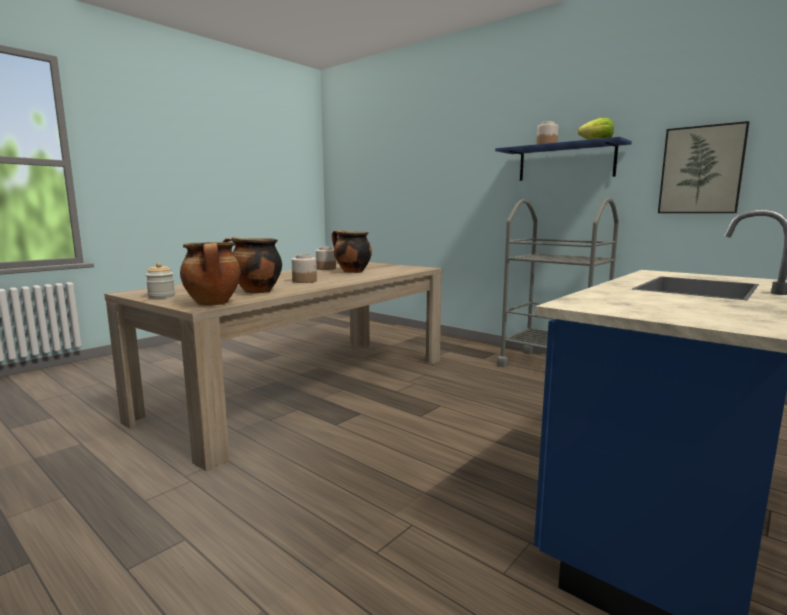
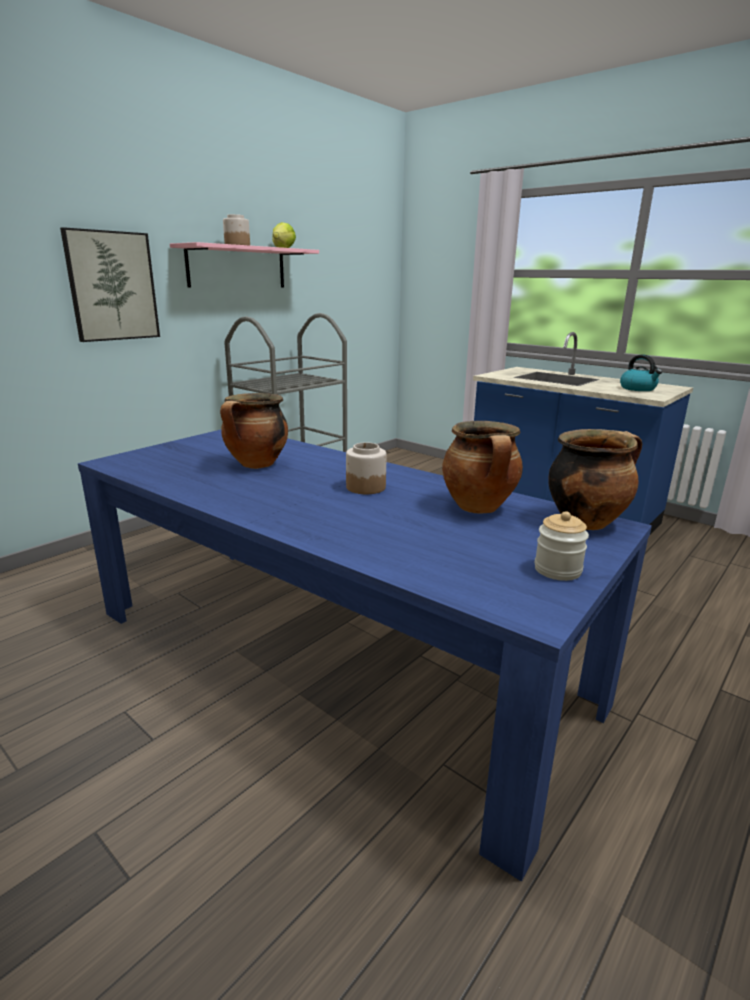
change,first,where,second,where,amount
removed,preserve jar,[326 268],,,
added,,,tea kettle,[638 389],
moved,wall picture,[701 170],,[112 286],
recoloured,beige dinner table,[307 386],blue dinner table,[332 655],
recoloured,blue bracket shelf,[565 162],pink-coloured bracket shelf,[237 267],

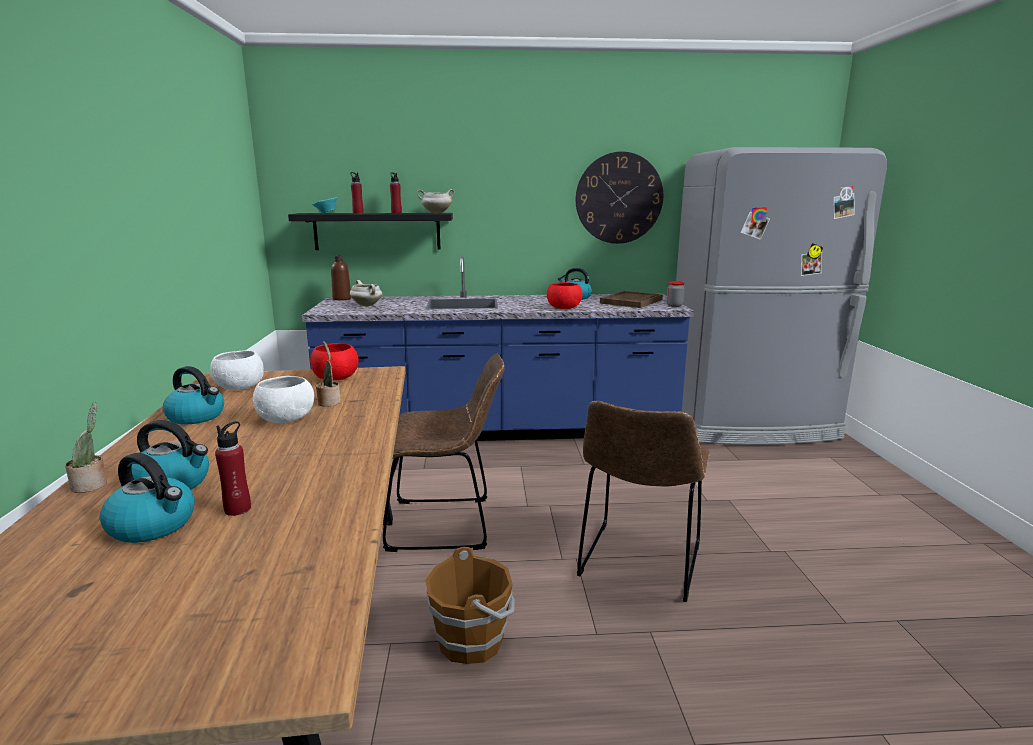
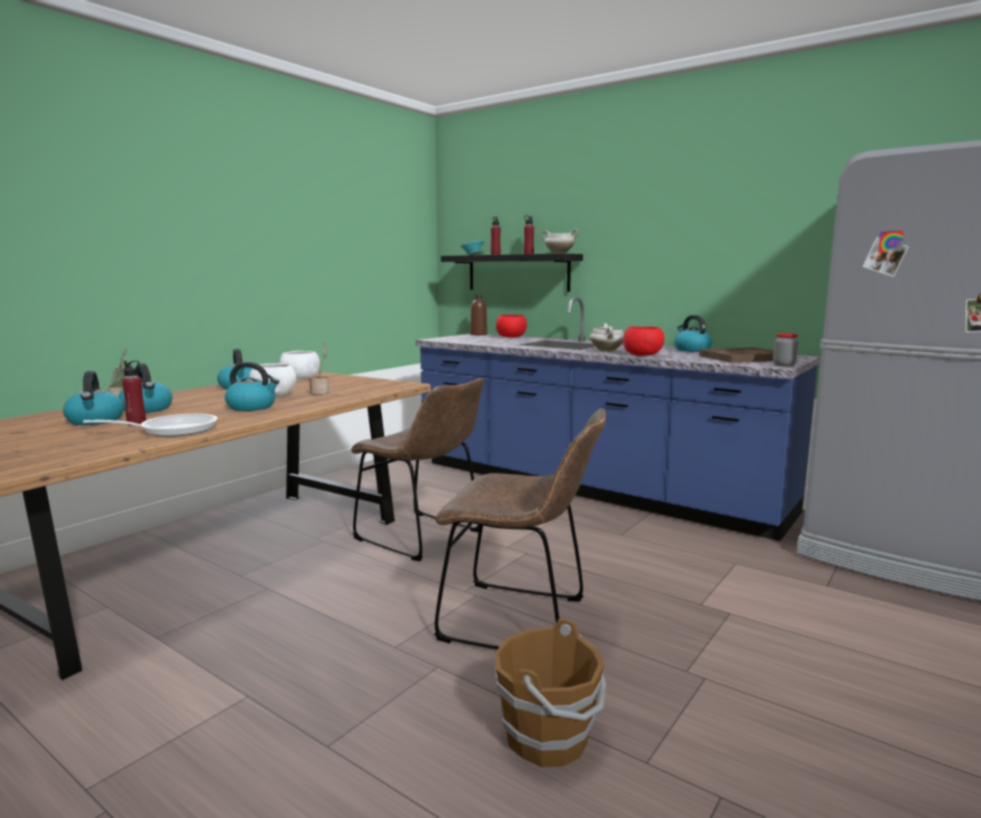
change,first,where,second,where,amount
removed,clock on the wall,[619 198],,,
added,,,pan,[172 430],
added,,,tea kettle,[252 407],
moved,red-coloured deep dish,[335 378],,[510 337],
moved,whitish saucepot,[367 305],,[607 351],
moved,brown-coloured pail,[473 640],,[549 738],
turned,brown-coloured plain chair,[639 564],,[522 621],135 degrees counterclockwise

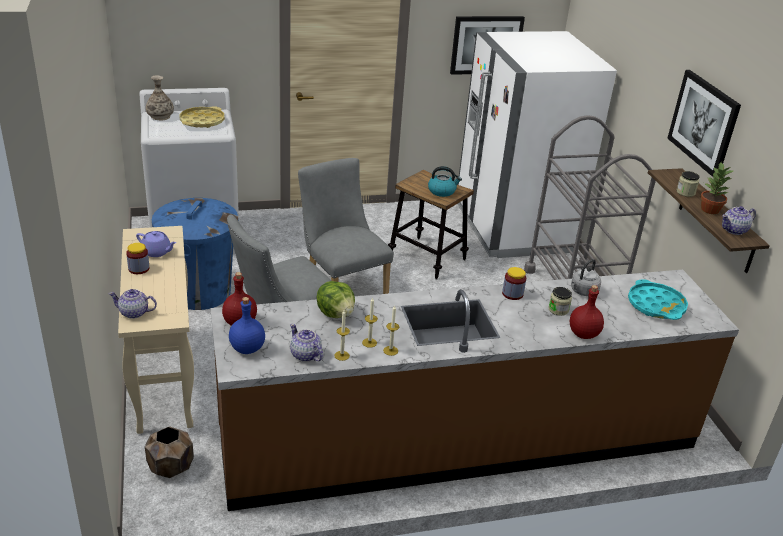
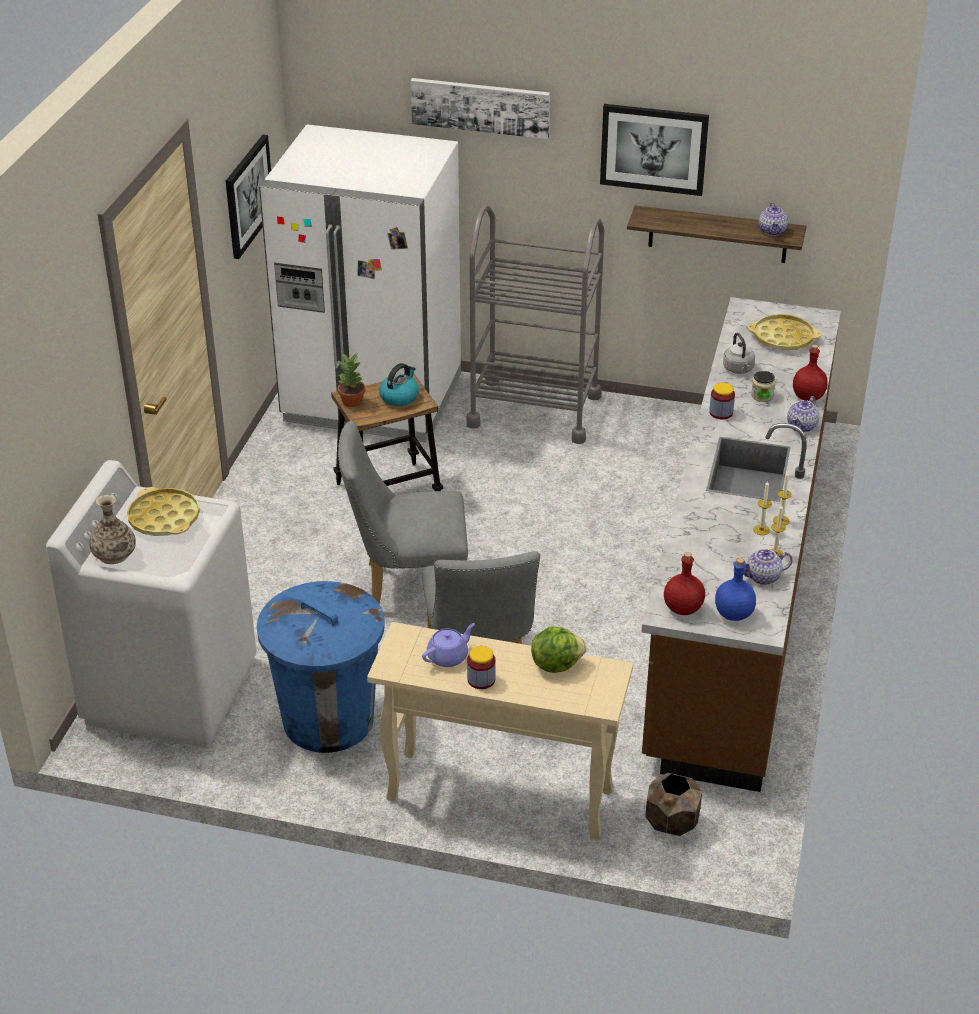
change,first,where,second,where,amount
removed,preserve jar,[685 192],,,
added,,,wall picture,[480 107],
moved,pot for tea,[134 313],,[802 426],
moved,lettuce head,[336 313],,[556 664],
moved,plant in a pot,[710 210],,[352 401],
recoloured,turquoise-coloured serving tray,[656 305],yellowish serving tray,[783 338],

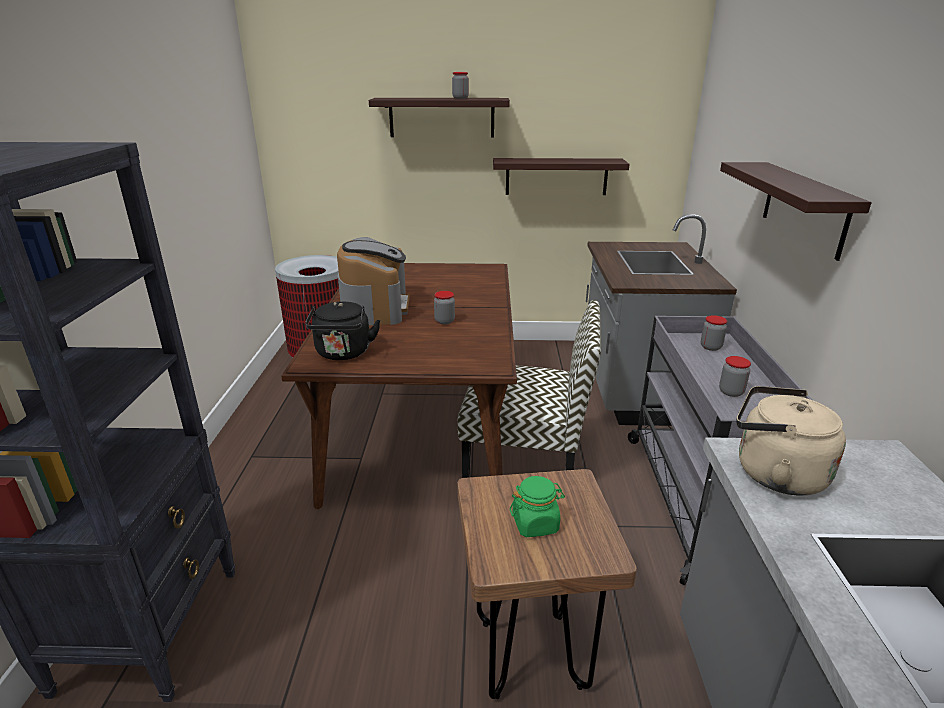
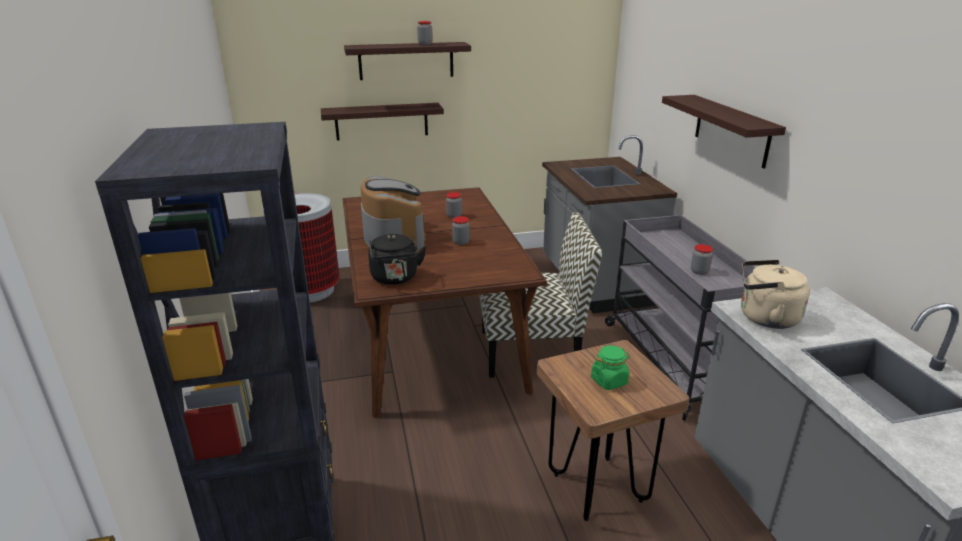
change,first,where,second,where,amount
moved,bracket shelf,[556 176],,[381 121],
moved,preserve jar,[710 347],,[454 216],

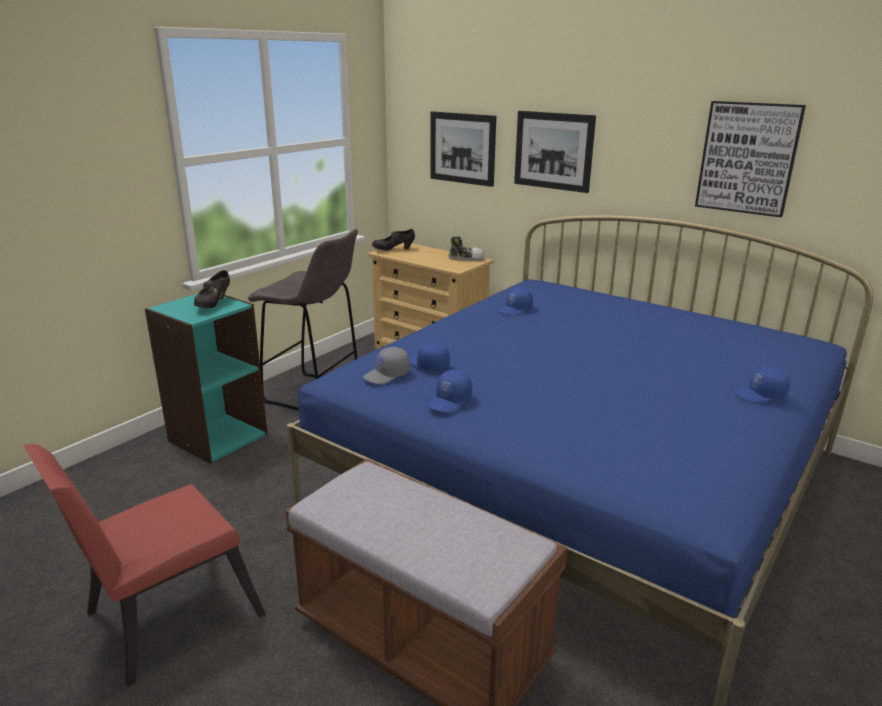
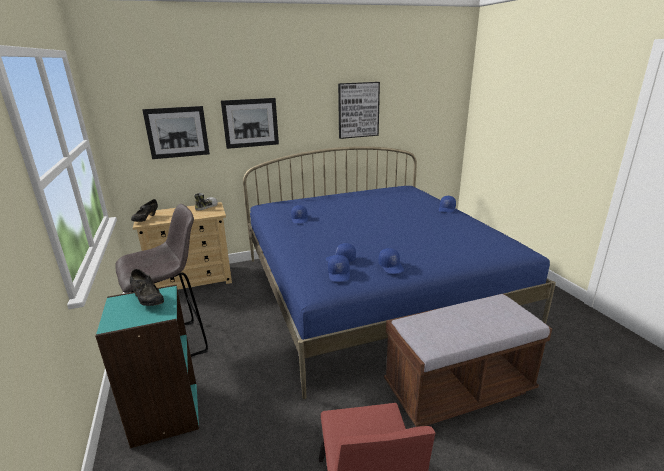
change,first,where,second,where,amount
recoloured,greyish peaked cap,[387 375],blue peaked cap,[339 274],

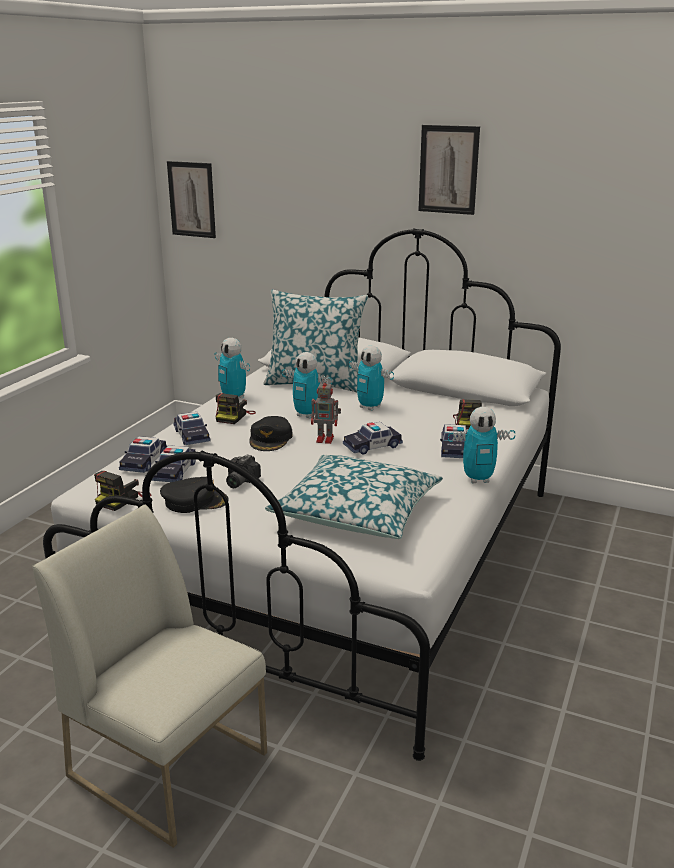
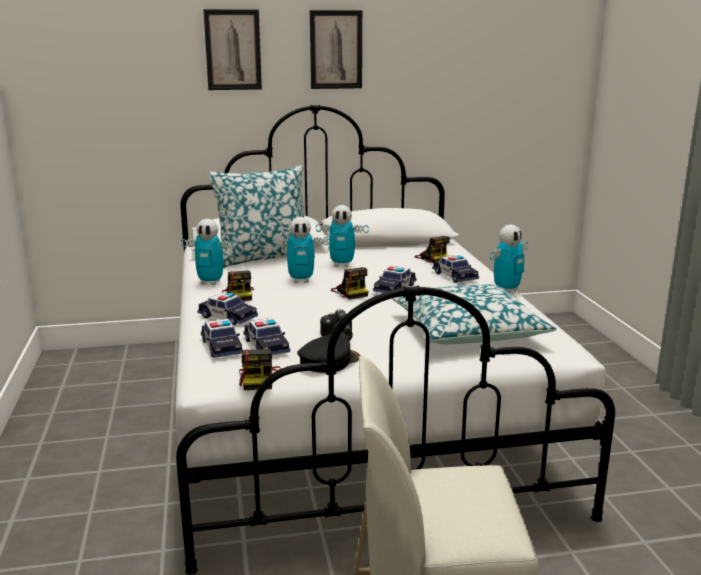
change,first,where,second,where,amount
removed,blackish peaked cap,[271 439],,,
moved,wall picture,[192 199],,[233 50],
replaced,toy robot,[326 439],still camera,[350 292],

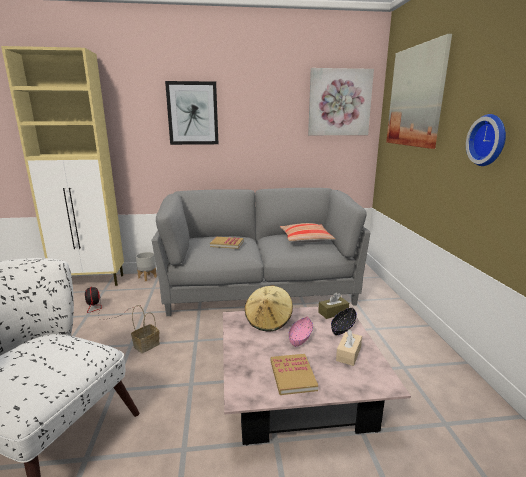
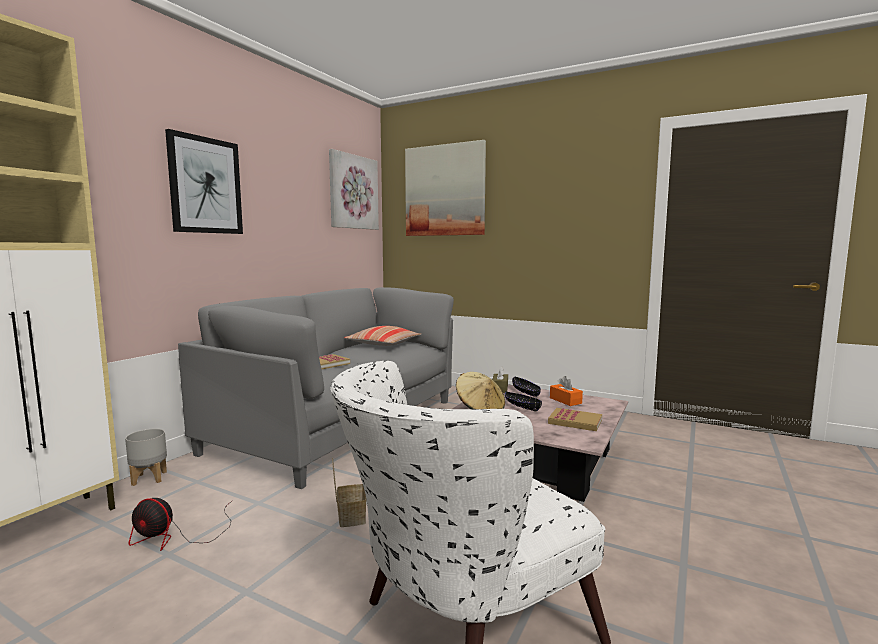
change,first,where,second,where,amount
removed,clock on the wall,[489 140],,,
recoloured,pink-coloured deep dish,[300 336],blackish deep dish,[522 406],
recoloured,beige tissue box,[348 354],orange-coloured tissue box,[565 400],

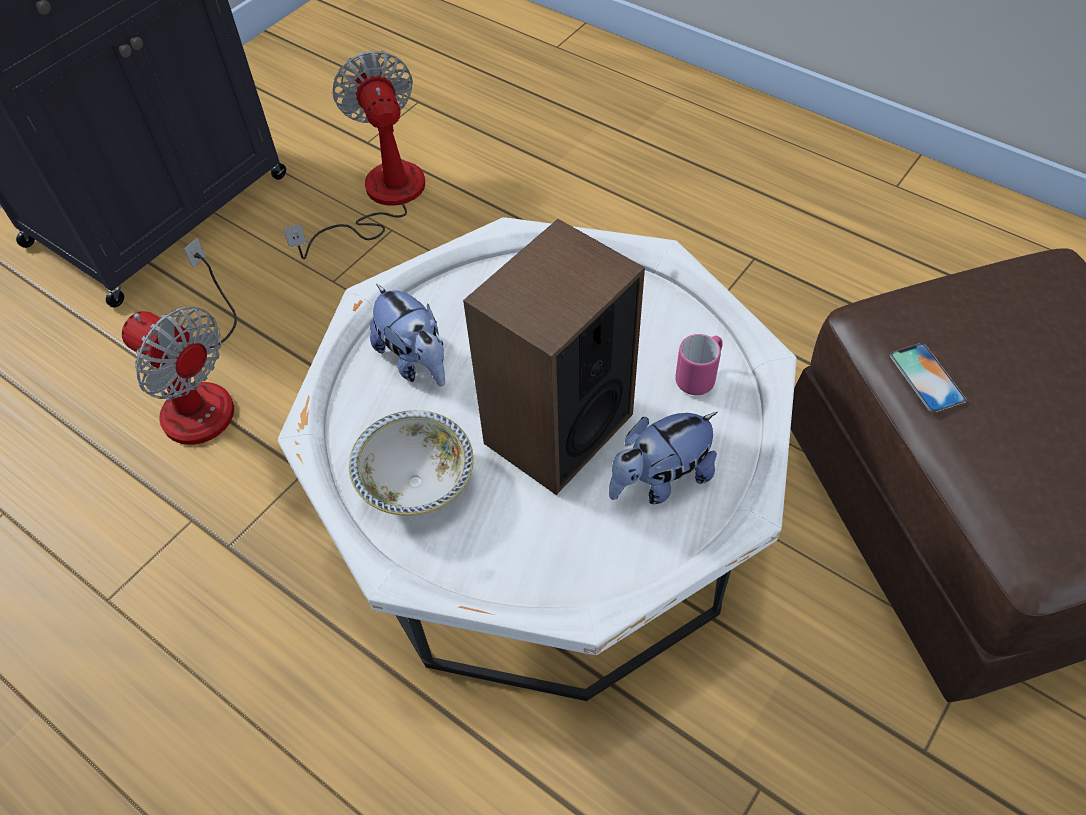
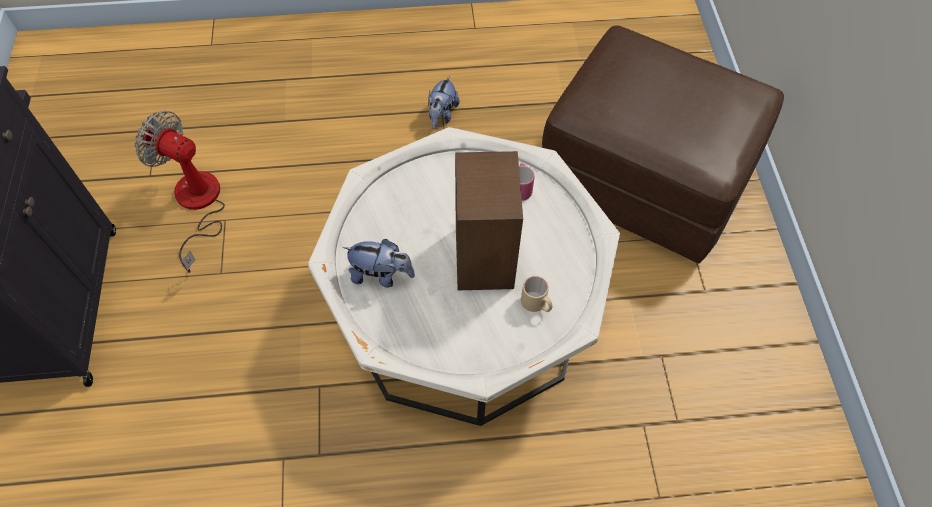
change,first,where,second,where,amount
removed,fan,[202 391],,,
removed,deep dish,[416 482],,,
removed,telephone,[926 377],,,
added,,,beige coffee mug,[536 305],
moved,plush toy,[660 480],,[442 115],

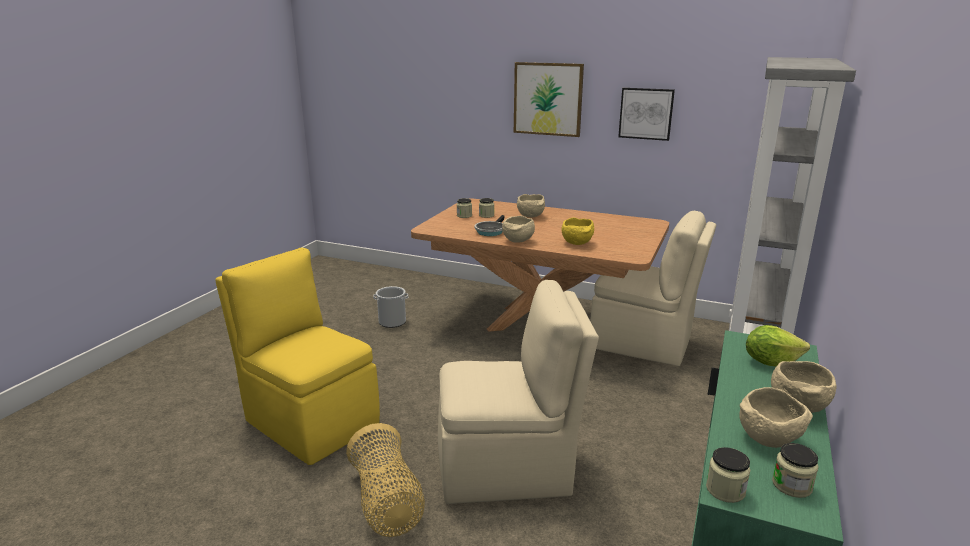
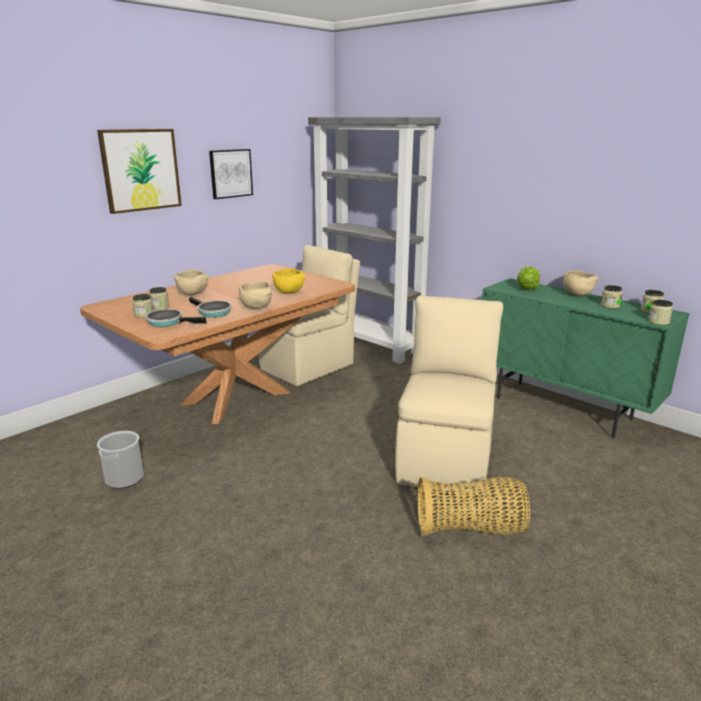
change,first,where,second,where,amount
removed,yellowish plain chair,[310 421],,,
added,,,pan,[168 322],
replaced,beige deep dish,[769 439],preserve jar,[610 305],

